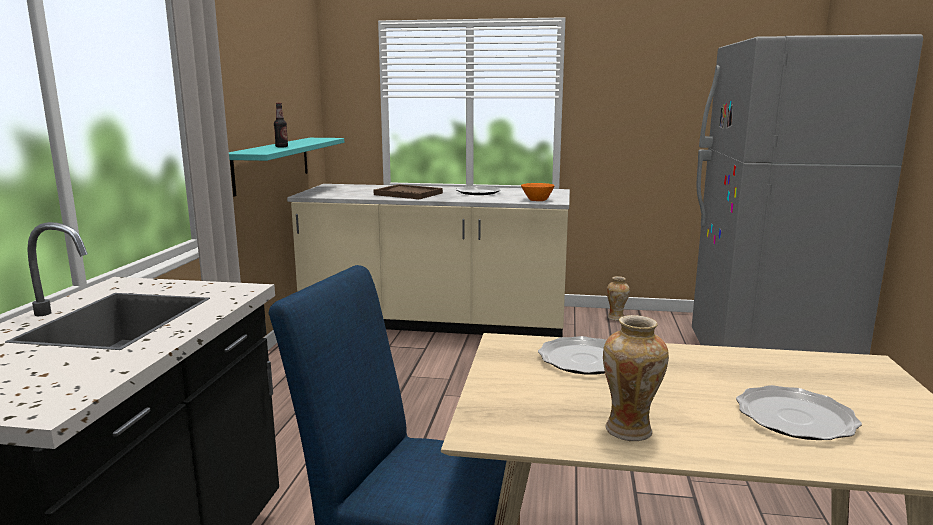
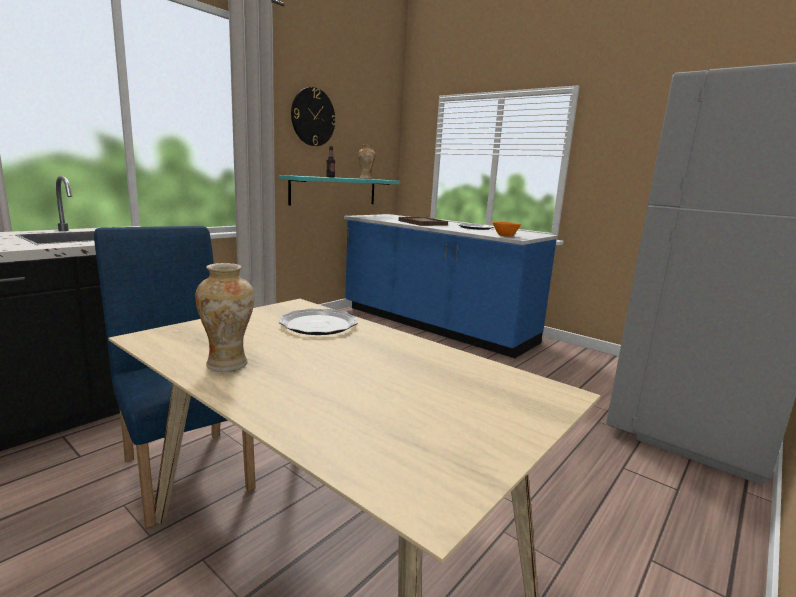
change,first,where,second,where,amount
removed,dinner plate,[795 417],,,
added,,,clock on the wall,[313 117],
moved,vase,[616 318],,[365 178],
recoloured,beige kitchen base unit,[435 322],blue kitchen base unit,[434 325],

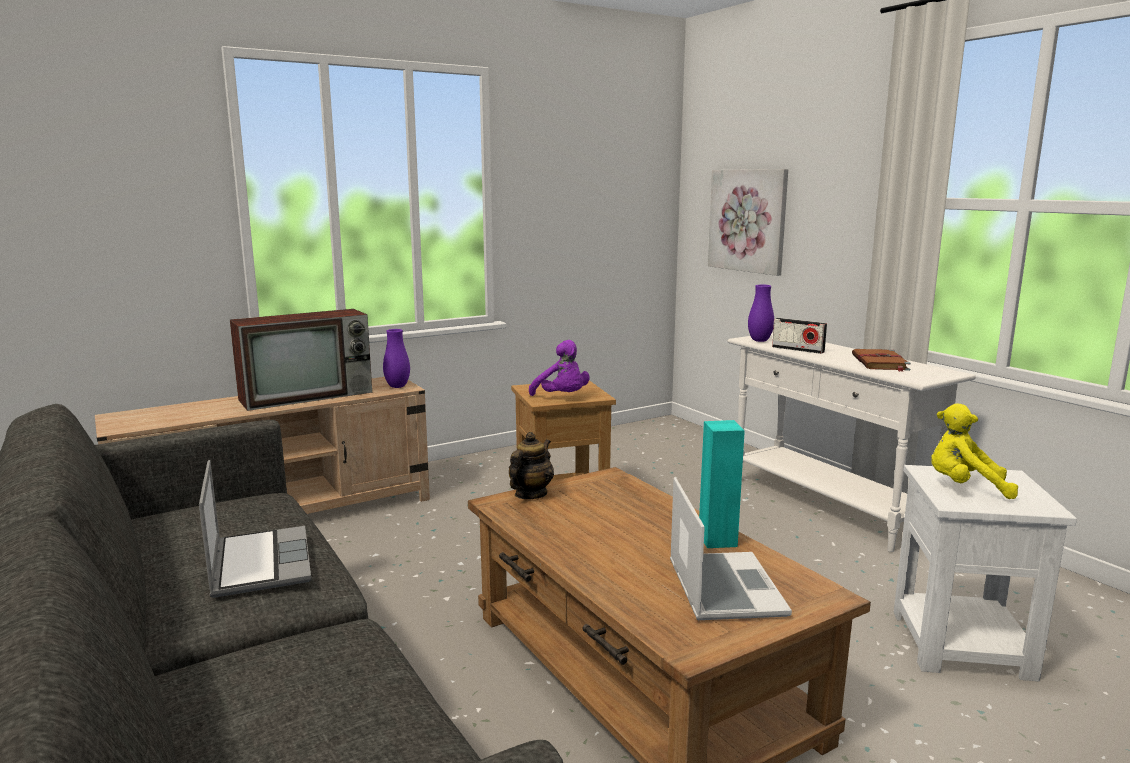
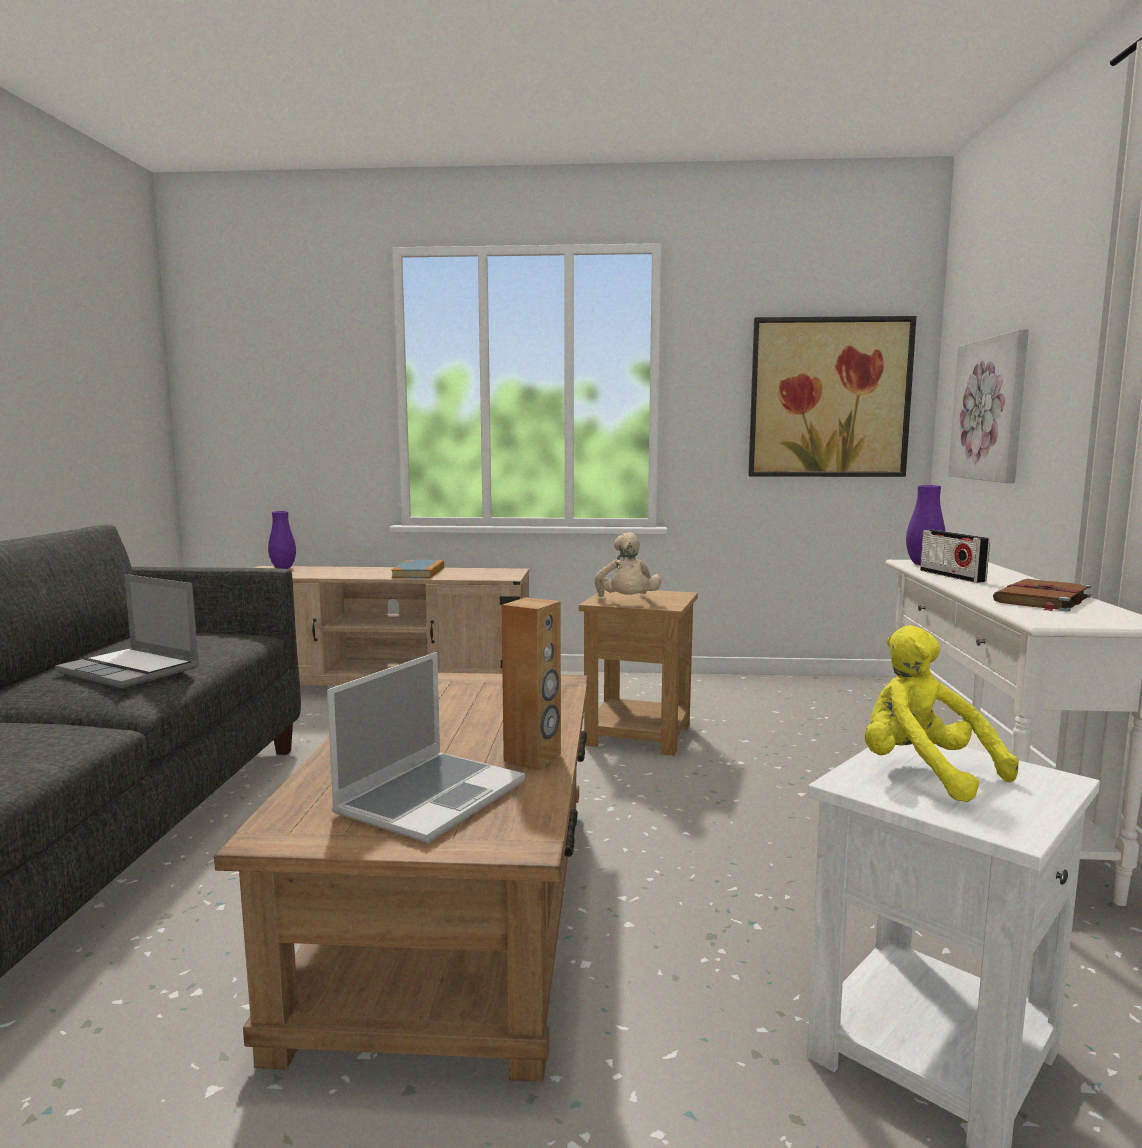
change,first,where,second,where,amount
removed,pot for tea,[530 494],,,
added,,,wall picture,[829 398],
moved,purple vase,[397 386],,[283 568],
replaced,TV set,[309 395],book,[419 573],
recoloured,purple plush toy,[562 397],beige plush toy,[627 602],
recoloured,turquoise-coloured speaker,[718 540],brown-coloured speaker,[533 758],
turned,notebook computer,[259 563],,[132 670],105 degrees clockwise

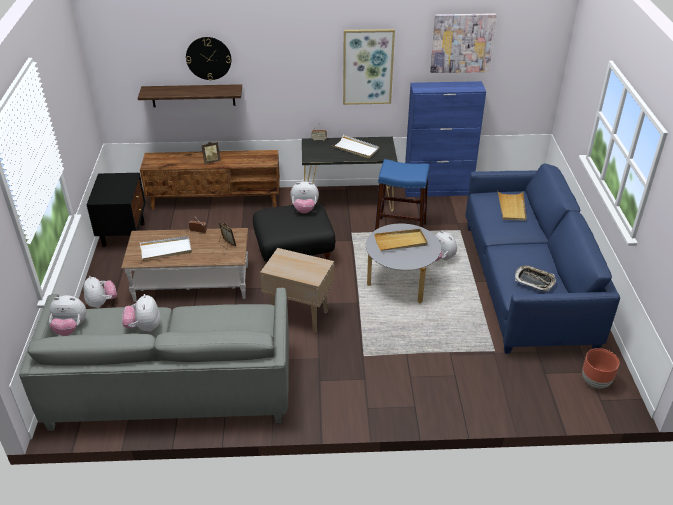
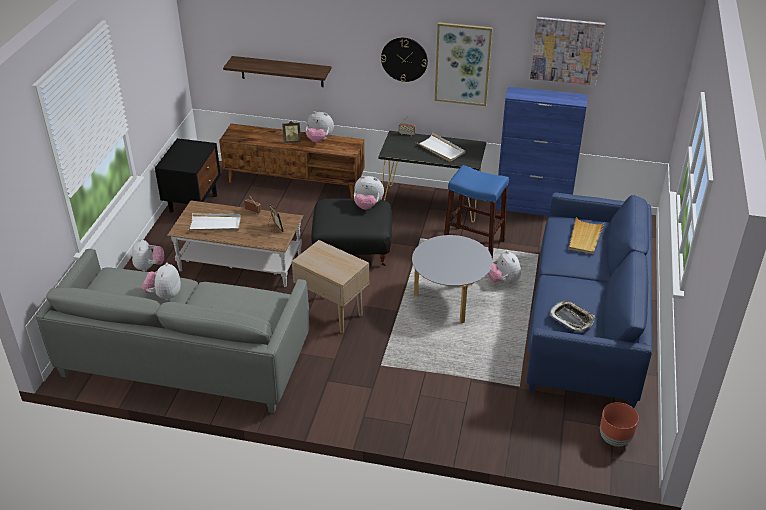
change,first,where,second,where,amount
removed,beige serving tray,[401 242],,,
moved,plush toy,[70 328],,[319 139],
moved,clock on the wall,[208 58],,[404 59],

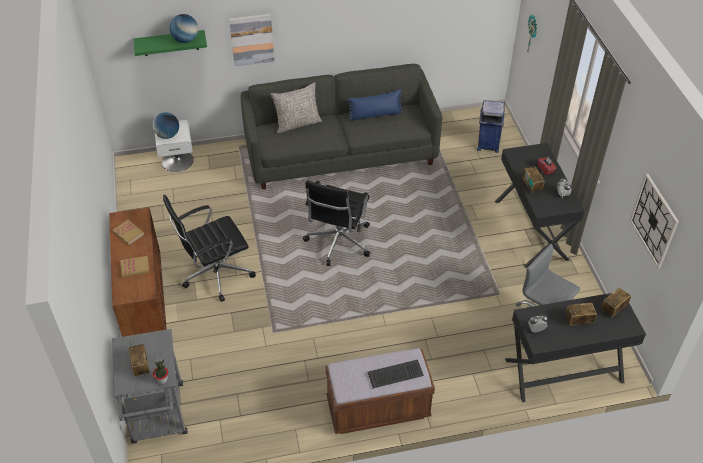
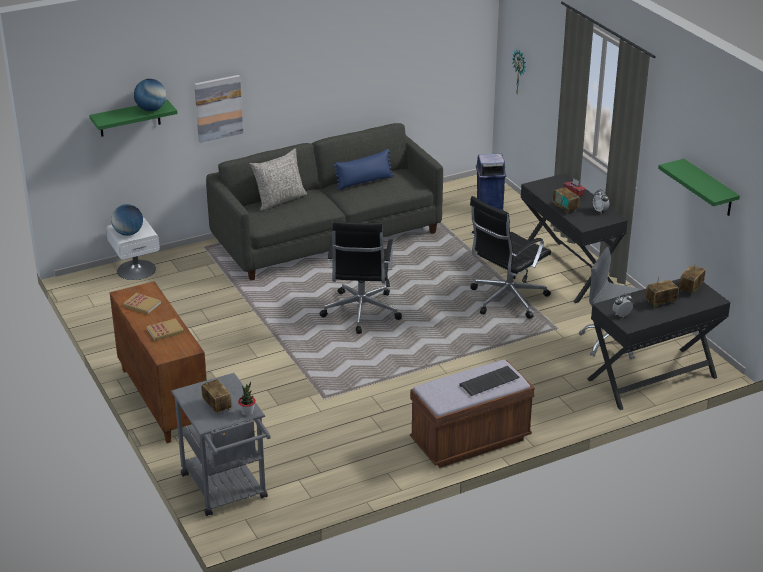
change,first,where,second,where,amount
moved,blackish computer chair,[215 274],,[506 300],
replaced,clock on the wall,[654 220],green bracket shelf,[709 188],

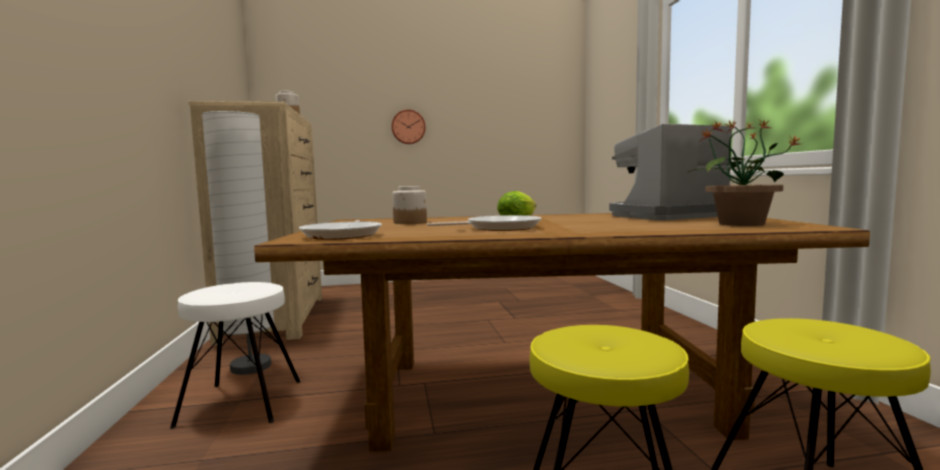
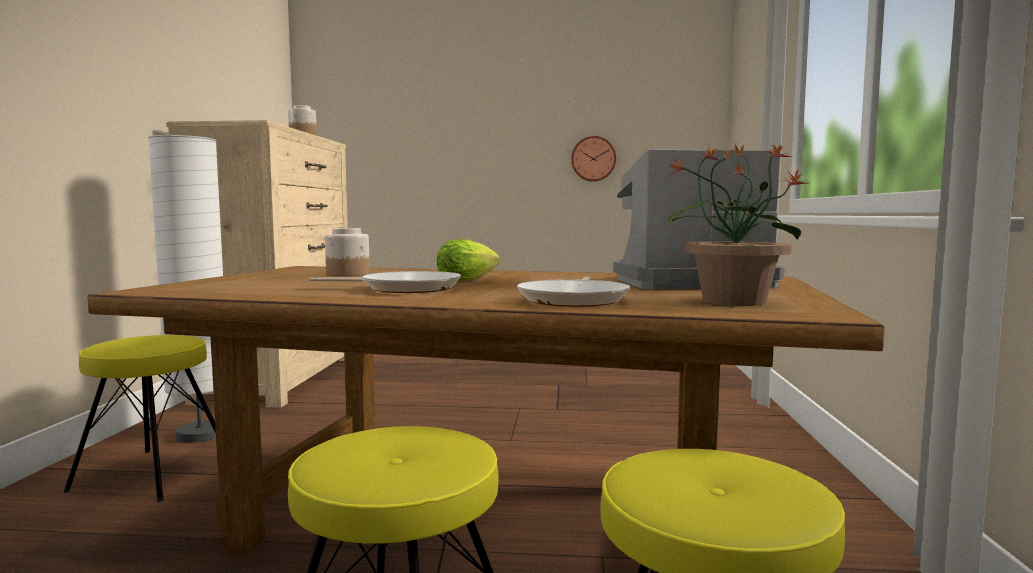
change,first,where,second,where,amount
moved,pan,[343 235],,[575 299],
moved,clock on the wall,[408 127],,[593 159],
recoloured,whitish sitting stool,[241 402],yellowish sitting stool,[153 473],

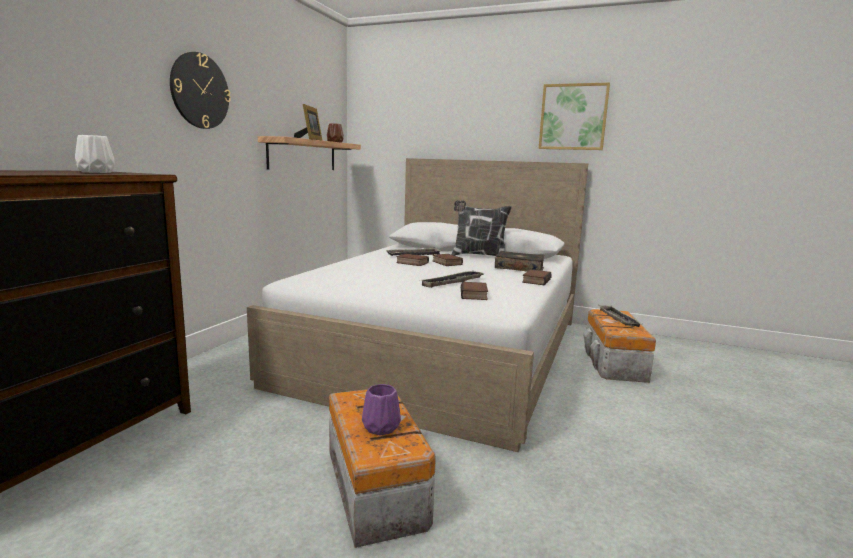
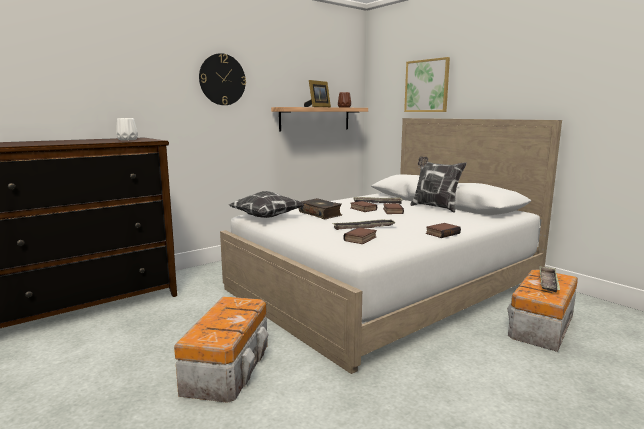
change,first,where,second,where,amount
removed,purple vase,[381 427],,,
added,,,throw pillow,[266 217],
moved,book,[519 268],,[320 214],
moved,wall picture,[573 117],,[427 86],

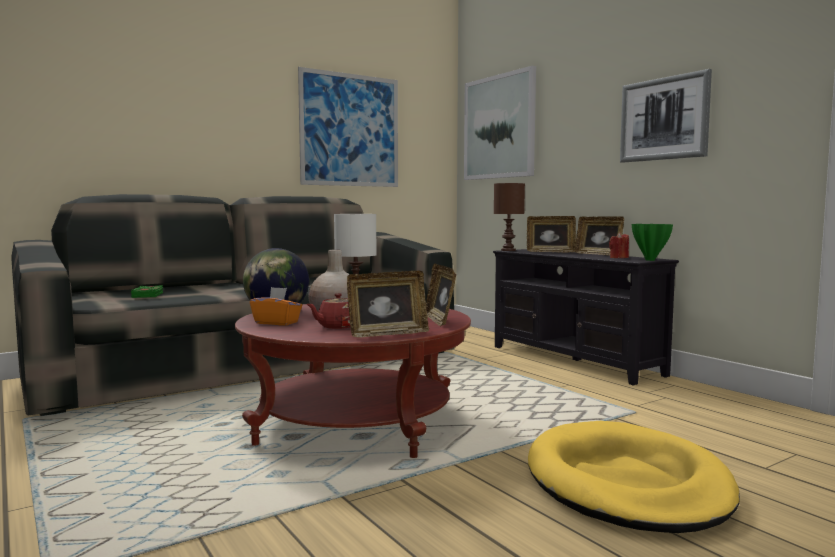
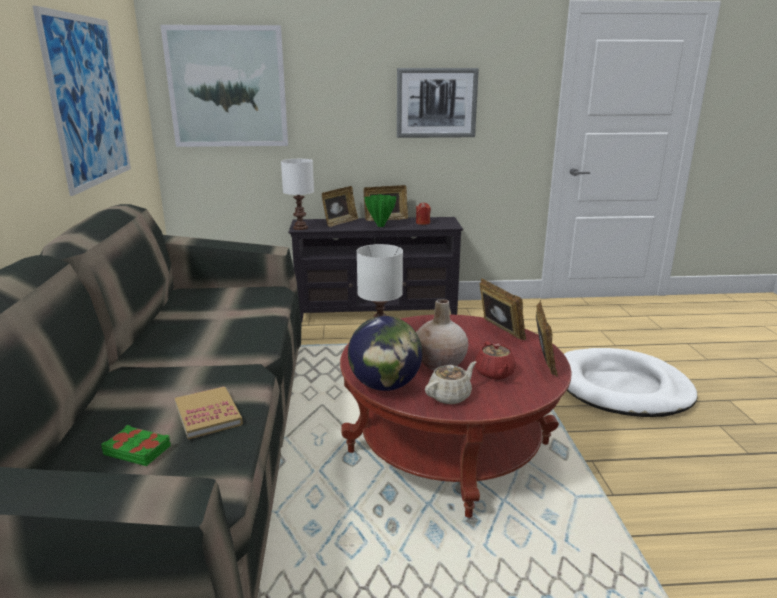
change,first,where,second,where,amount
added,,,book,[208 415],
moved,green vase,[650 260],,[380 226],
replaced,orange-coloured tissue box,[277 323],beige pot for tea,[450 396],
recoloured,brown-coloured lamp for a table,[508 250],whitish lamp for a table,[301 228],
recoloured,yellowish dog bed,[626 483],whitish dog bed,[621 388],
turned,standing frame,[439 321],,[499 331],135 degrees counterclockwise

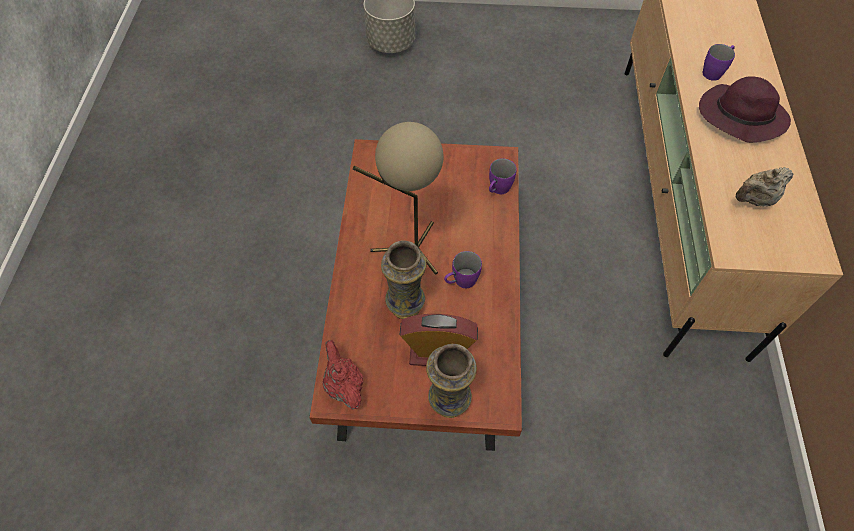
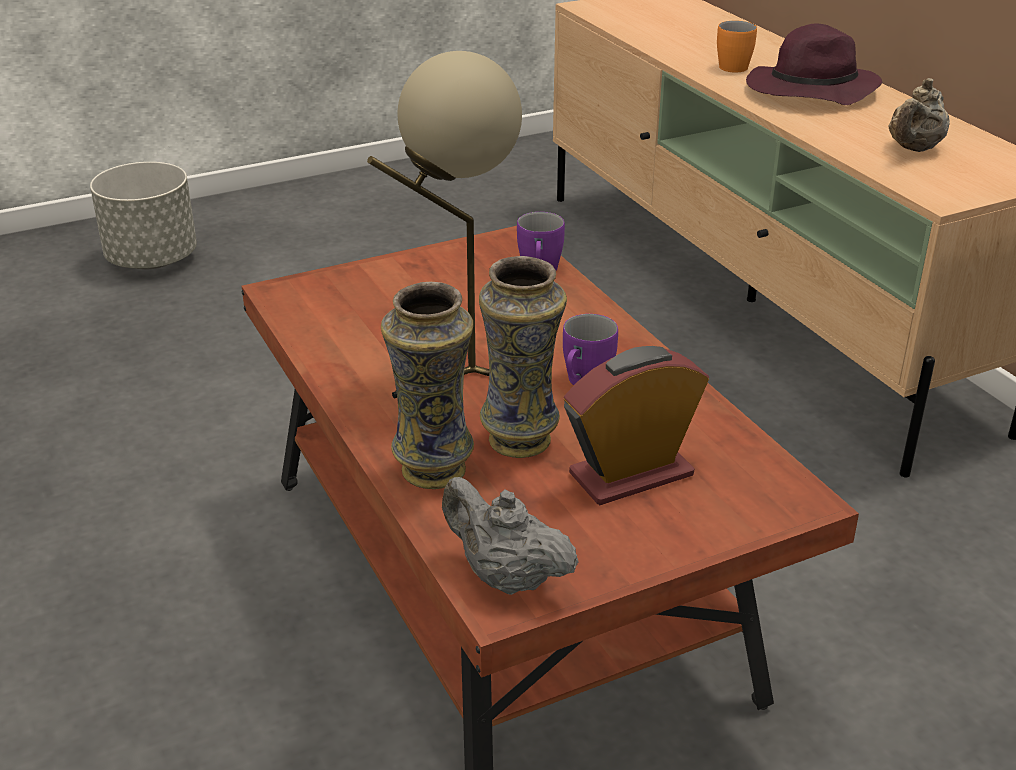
change,first,where,second,where,amount
moved,vase,[448 402],,[433 471],
recoloured,red-coloured pot for tea,[343 385],greyish pot for tea,[506 577],
recoloured,purple coffee mug,[714 71],orange-coloured coffee mug,[734 65],

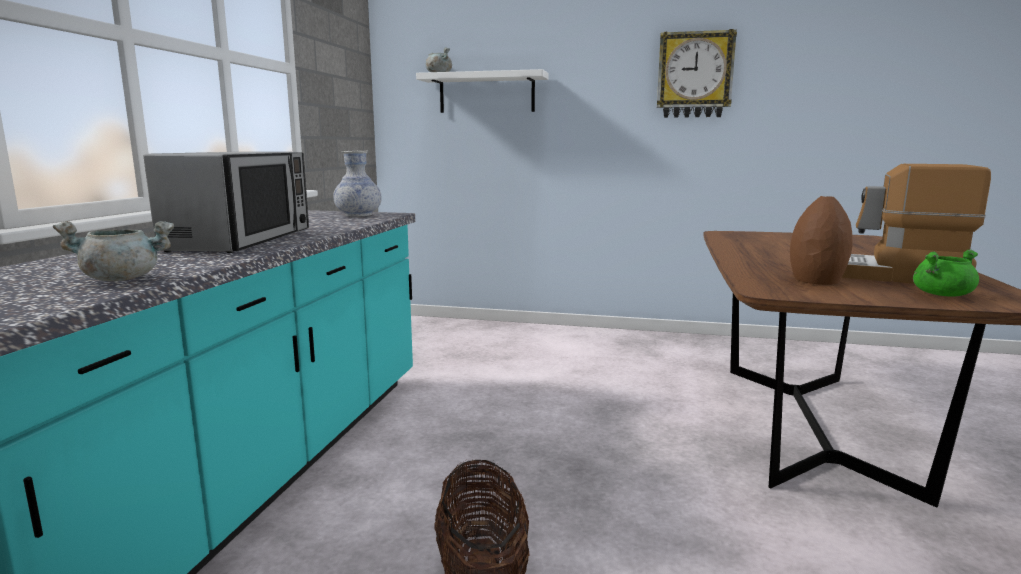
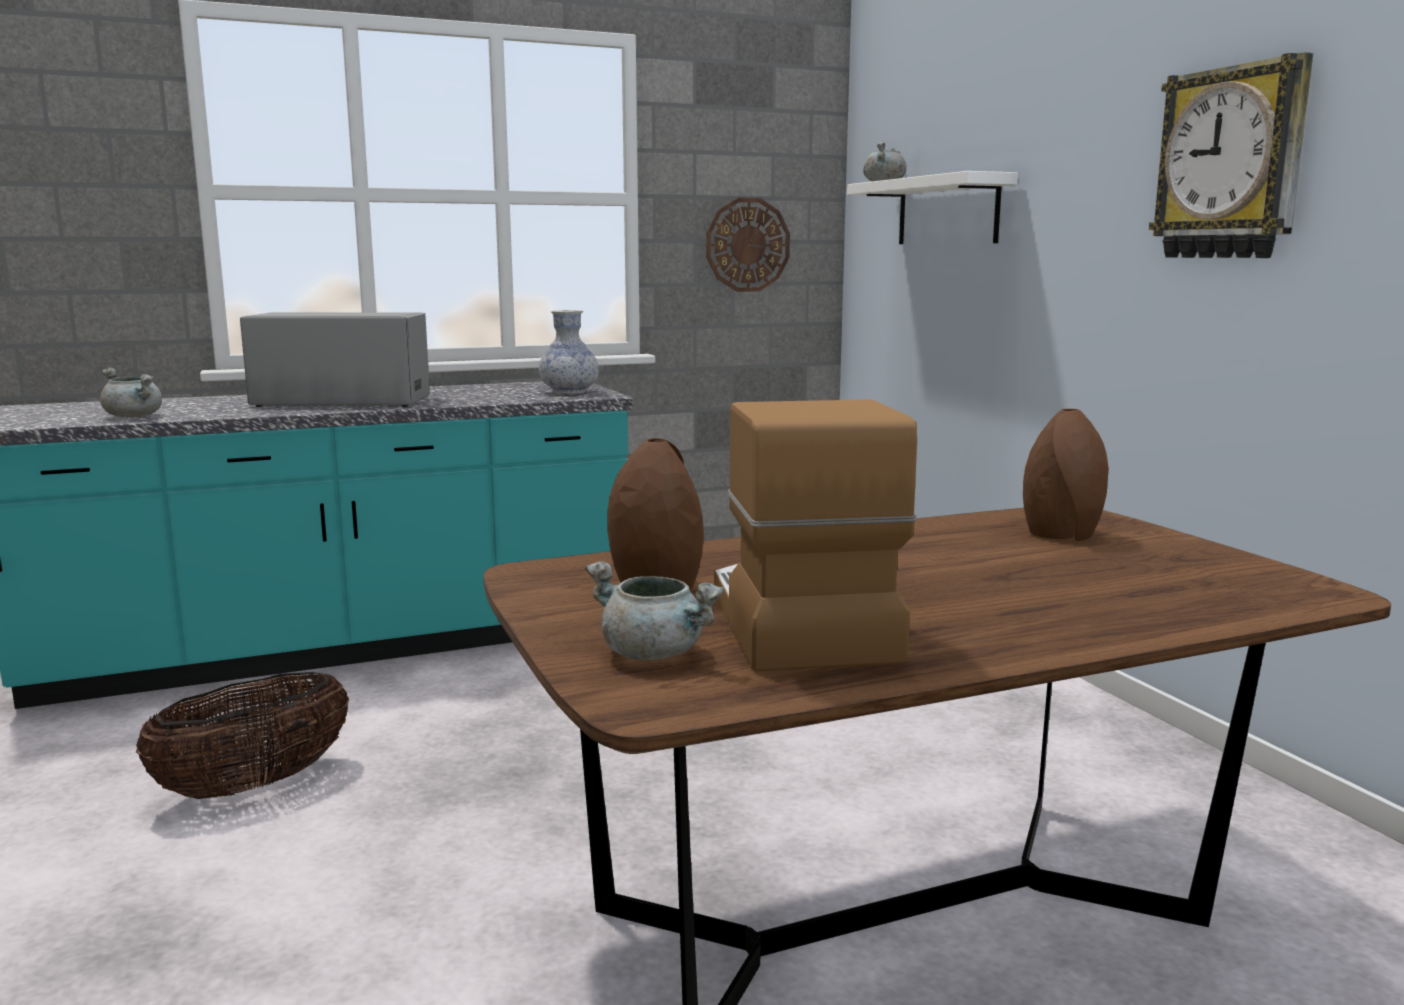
change,first,where,second,where,amount
added,,,clock on the wall,[747 245],
added,,,brown-coloured vase,[1063 535],
recoloured,green saucepot,[942 294],greyish saucepot,[655 654],
turned,microwave oven,[243 240],,[342 401],150 degrees counterclockwise

